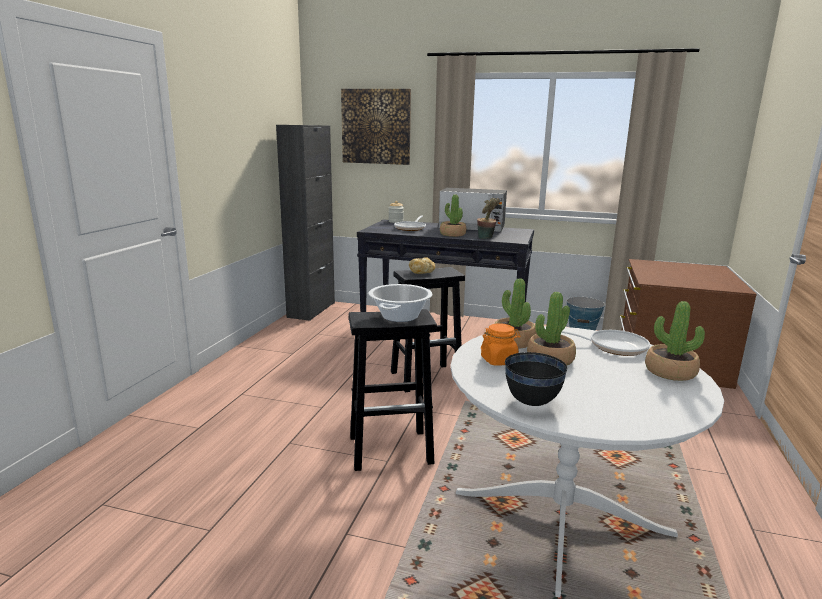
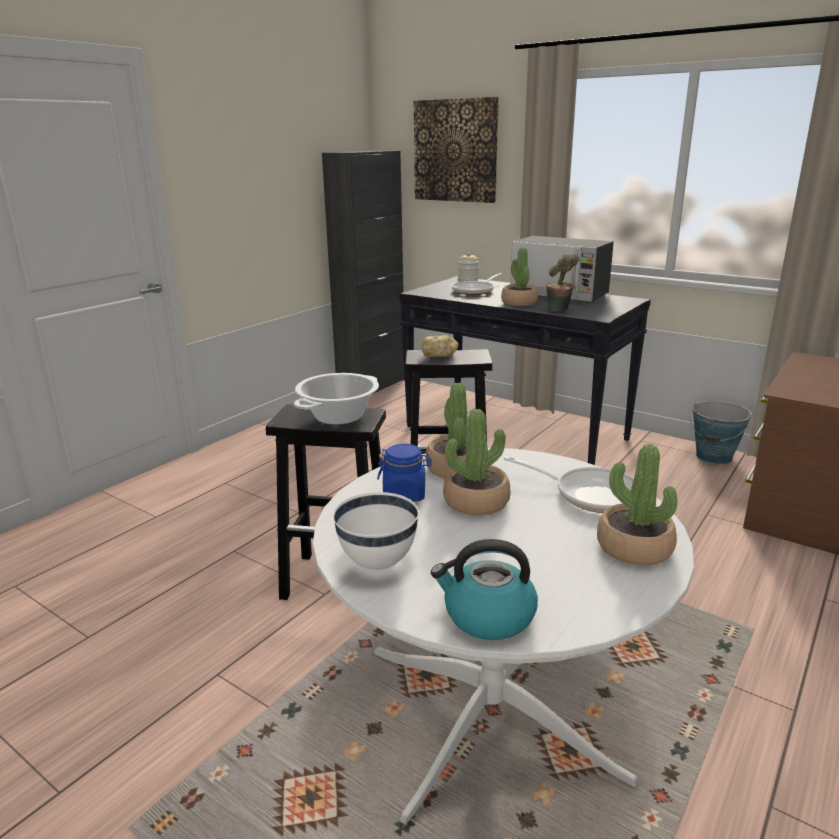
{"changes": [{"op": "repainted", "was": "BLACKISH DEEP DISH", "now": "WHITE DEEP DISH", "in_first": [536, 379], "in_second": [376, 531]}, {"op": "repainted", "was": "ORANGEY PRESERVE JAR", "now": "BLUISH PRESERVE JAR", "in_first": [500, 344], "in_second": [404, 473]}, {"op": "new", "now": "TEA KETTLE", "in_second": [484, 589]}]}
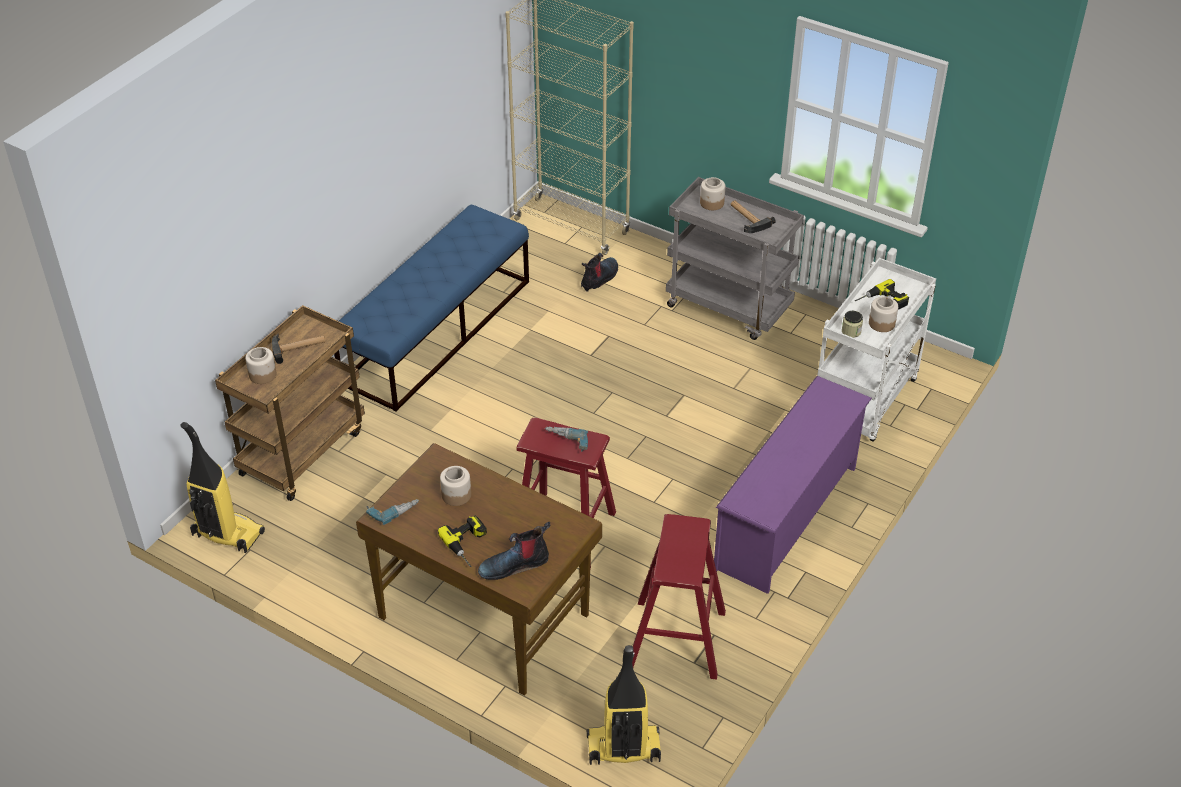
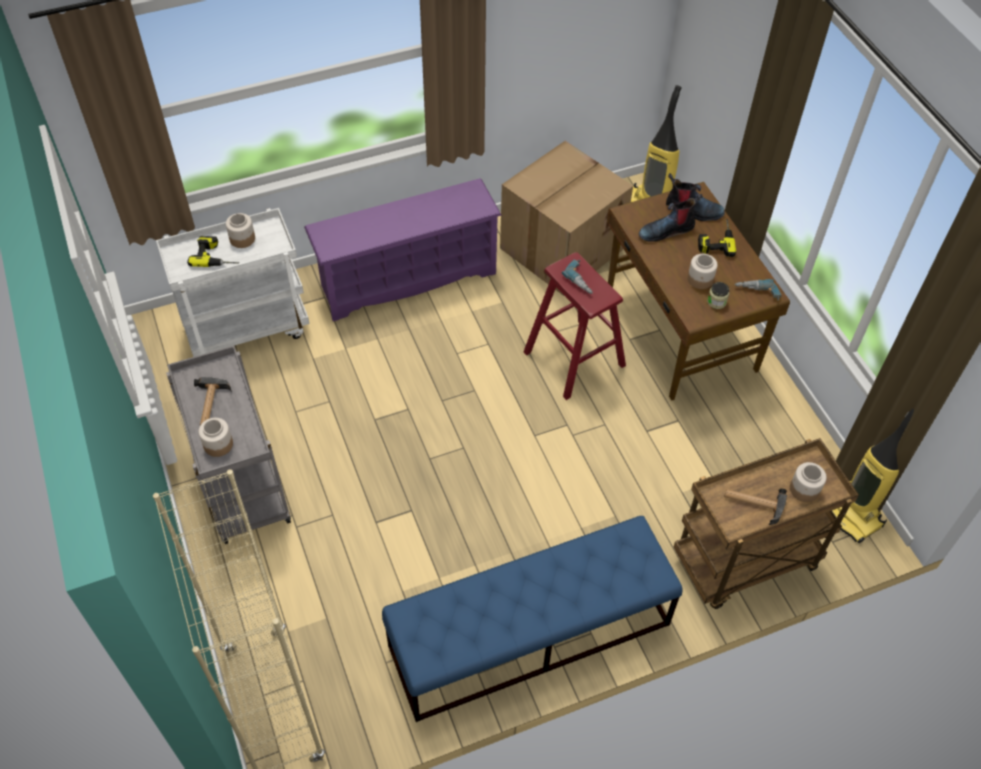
{"changes": [{"op": "swapped", "was": "RED STOOL SEAT", "now": "CARTON", "in_first": [679, 597], "in_second": [566, 218]}, {"op": "shifted", "was": "TALL BOOT", "in_first": [599, 272], "in_second": [671, 218]}, {"op": "shifted", "was": "PRESERVE JAR", "in_first": [852, 324], "in_second": [718, 295]}]}
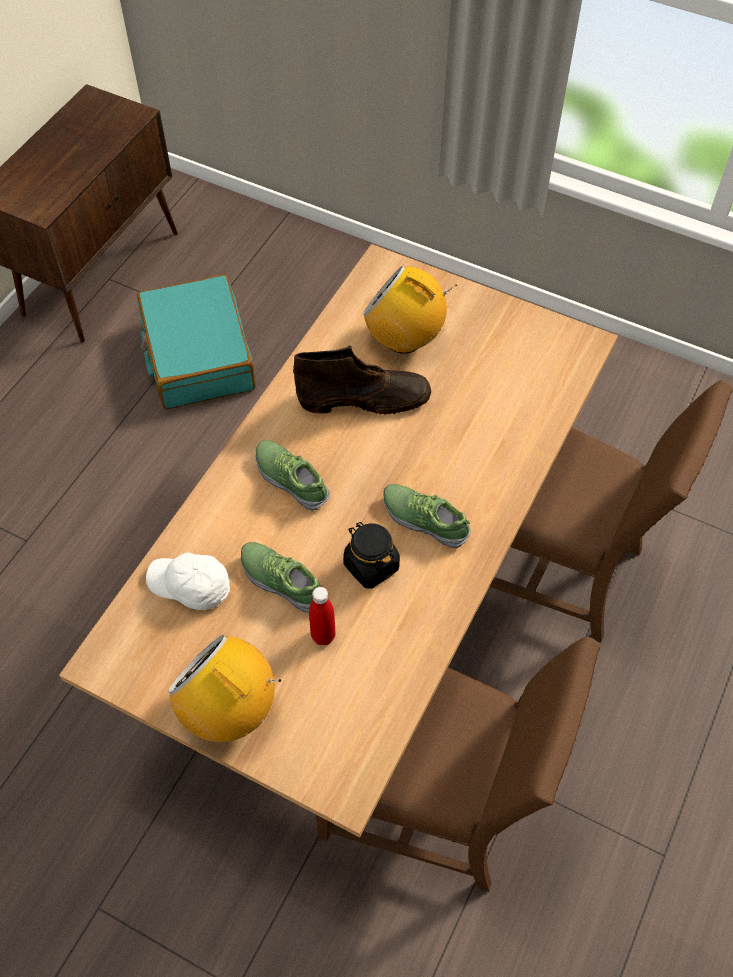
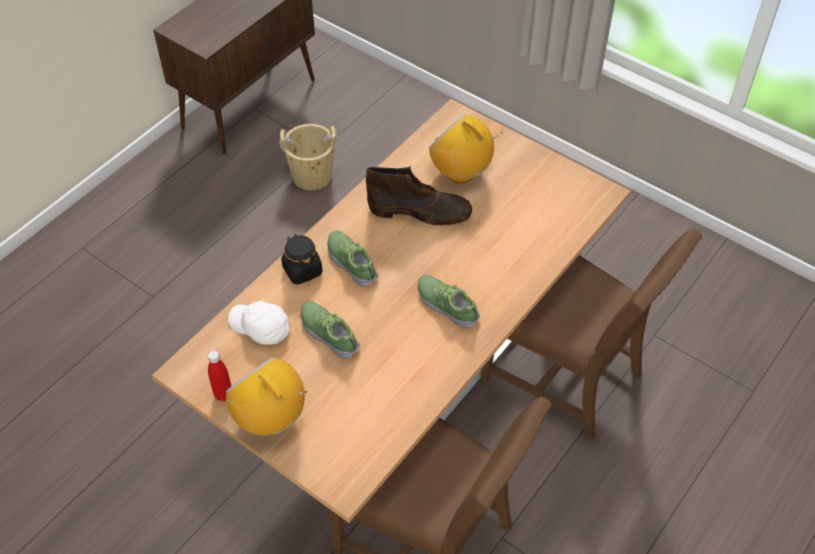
{"changes": [{"op": "shifted", "was": "RED DRINK BOTTLE", "in_first": [322, 616], "in_second": [219, 375]}, {"op": "swapped", "was": "TURQUOISE PIECE OF LUGGAGE", "now": "SAND-COLOURED BUCKET", "in_first": [196, 341], "in_second": [308, 157]}, {"op": "shifted", "was": "BLACKISH PRESERVE JAR", "in_first": [371, 555], "in_second": [302, 259]}]}
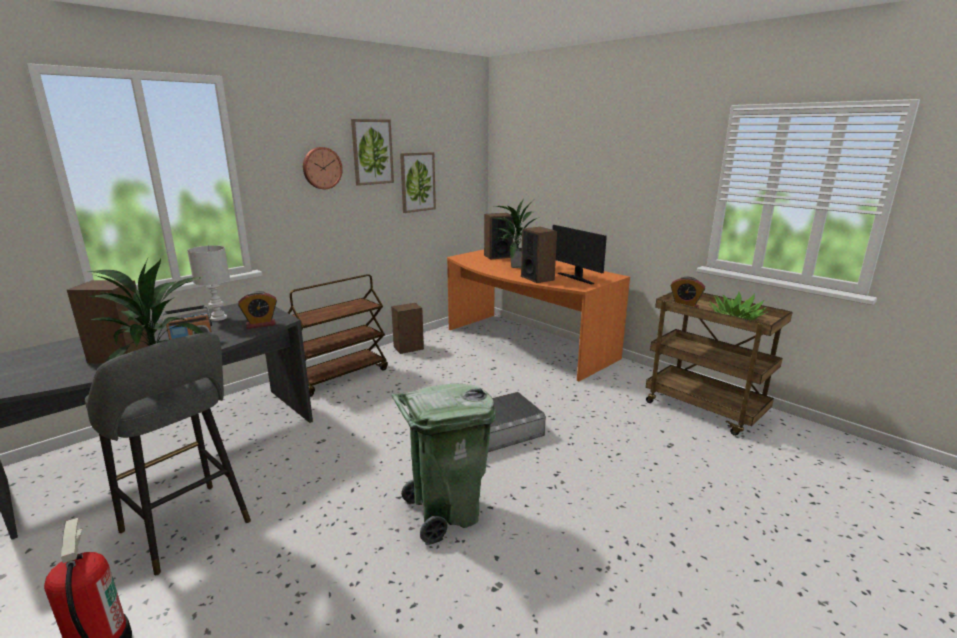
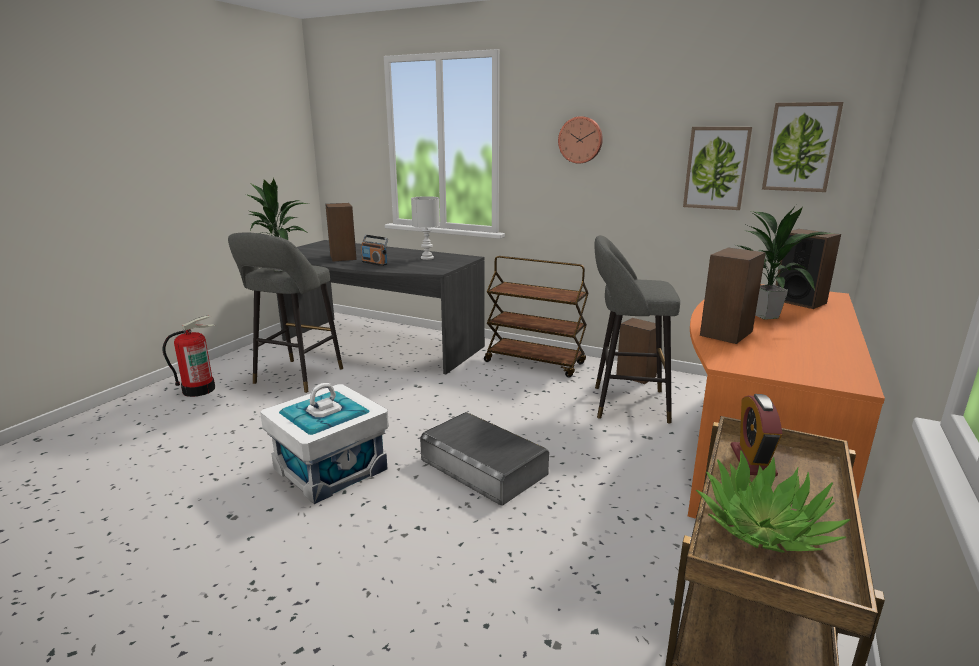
{"changes": [{"op": "swapped", "was": "GREEN WASTE BIN", "now": "WHITE STORAGE CONTAINER", "in_first": [444, 464], "in_second": [324, 443]}, {"op": "new", "now": "GRAY STOOL SEAT", "in_second": [637, 329]}, {"op": "shifted", "was": "WALL ART", "in_first": [372, 152], "in_second": [802, 147]}, {"op": "gone", "was": "ALARM CLOCK", "in_first": [257, 310]}, {"op": "gone", "was": "COMPUTER DISPLAY", "in_first": [579, 255]}]}
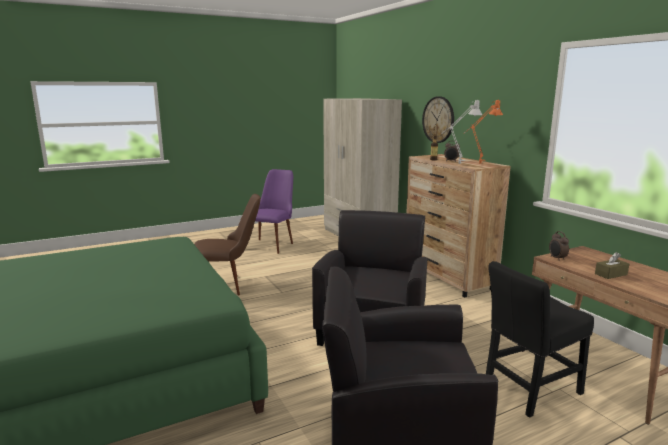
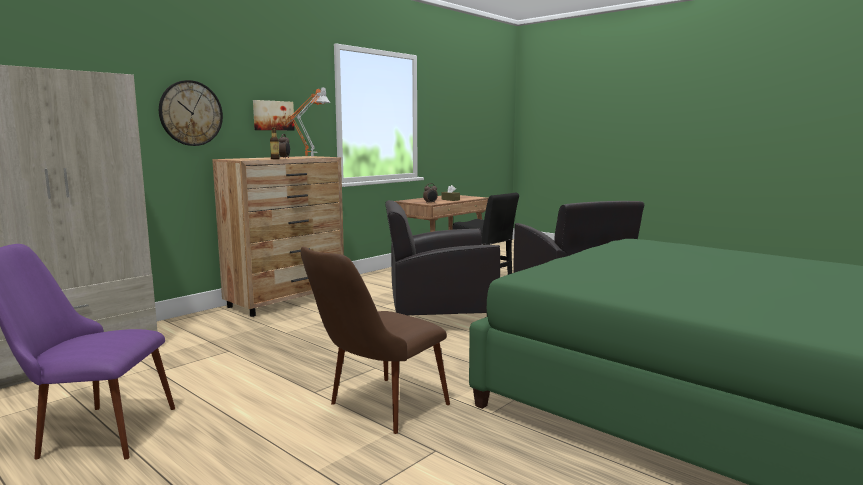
{"changes": [{"op": "new", "now": "WALL ART", "in_second": [274, 115]}, {"op": "rotated", "was": "BROWNISH PLAIN CHAIR", "in_first": [227, 244], "in_second": [375, 340], "clockwise": -105}]}
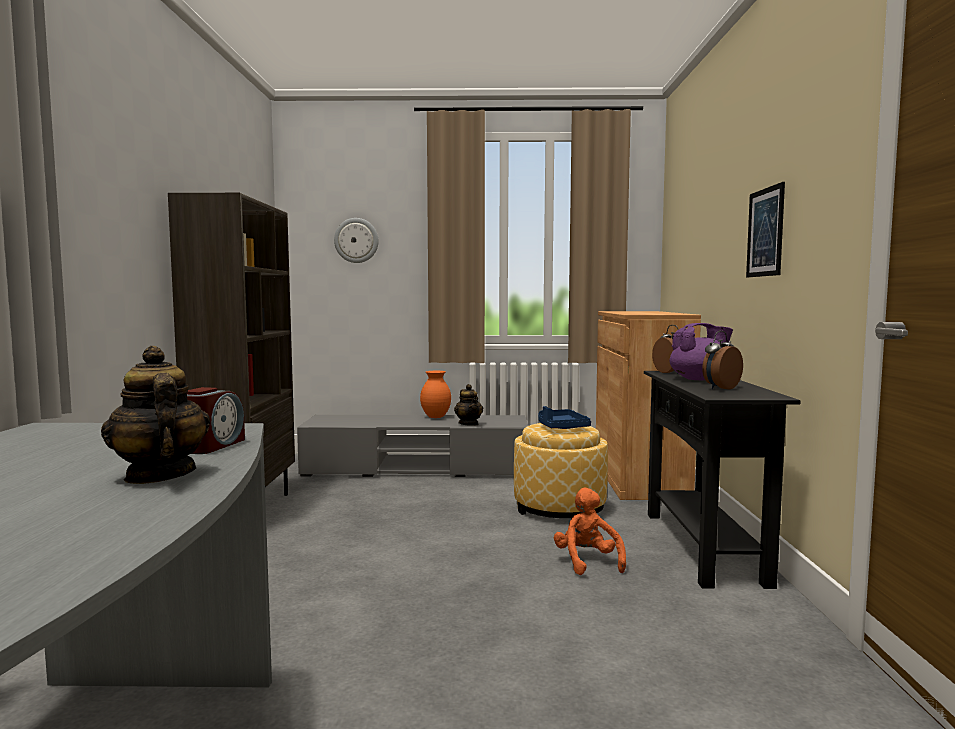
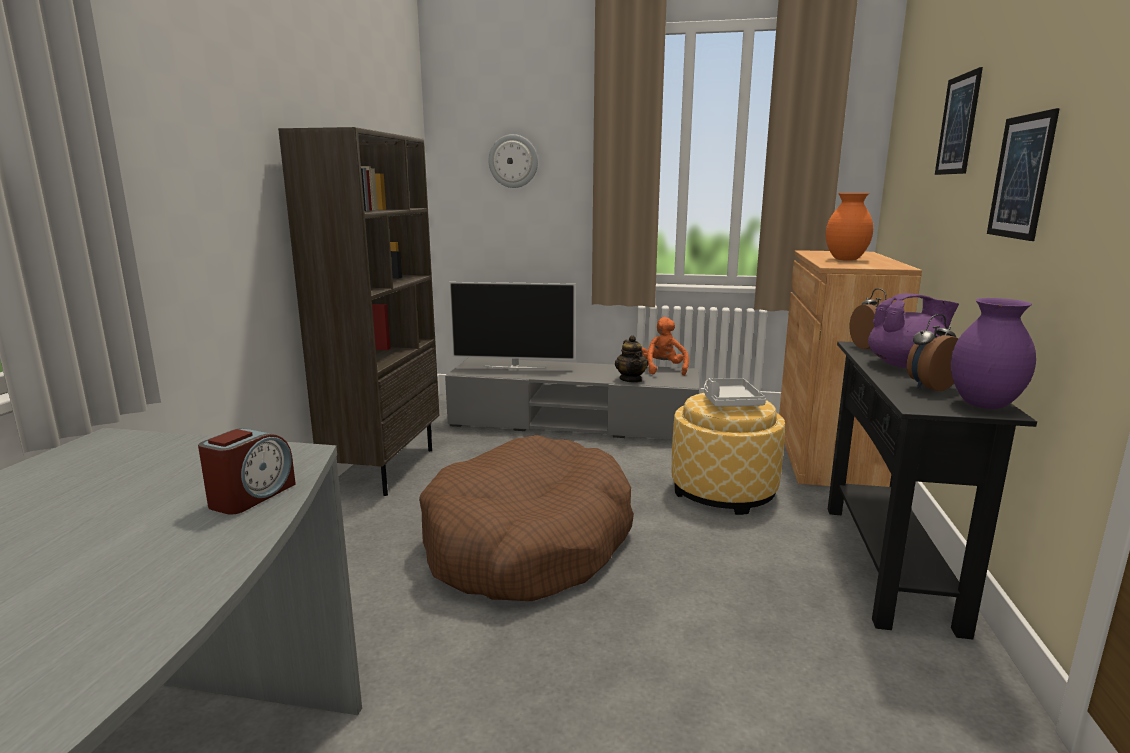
{"changes": [{"op": "new", "now": "BROWNISH DOG CUSHION", "in_second": [526, 518]}, {"op": "new", "now": "TV", "in_second": [512, 325]}, {"op": "shifted", "was": "ORANGEY CUDDLY TOY", "in_first": [590, 531], "in_second": [665, 346]}, {"op": "repainted", "was": "BLUISH SERVING TRAY", "now": "GRAY SERVING TRAY", "in_first": [564, 417], "in_second": [735, 392]}, {"op": "shifted", "was": "ORANGEY FLOWER VASE", "in_first": [435, 394], "in_second": [849, 227]}, {"op": "new", "now": "WALL ART", "in_second": [959, 121]}, {"op": "new", "now": "PURPLE-COLOURED FLOWER VASE", "in_second": [993, 353]}, {"op": "gone", "was": "TEAPOT", "in_first": [155, 415]}]}
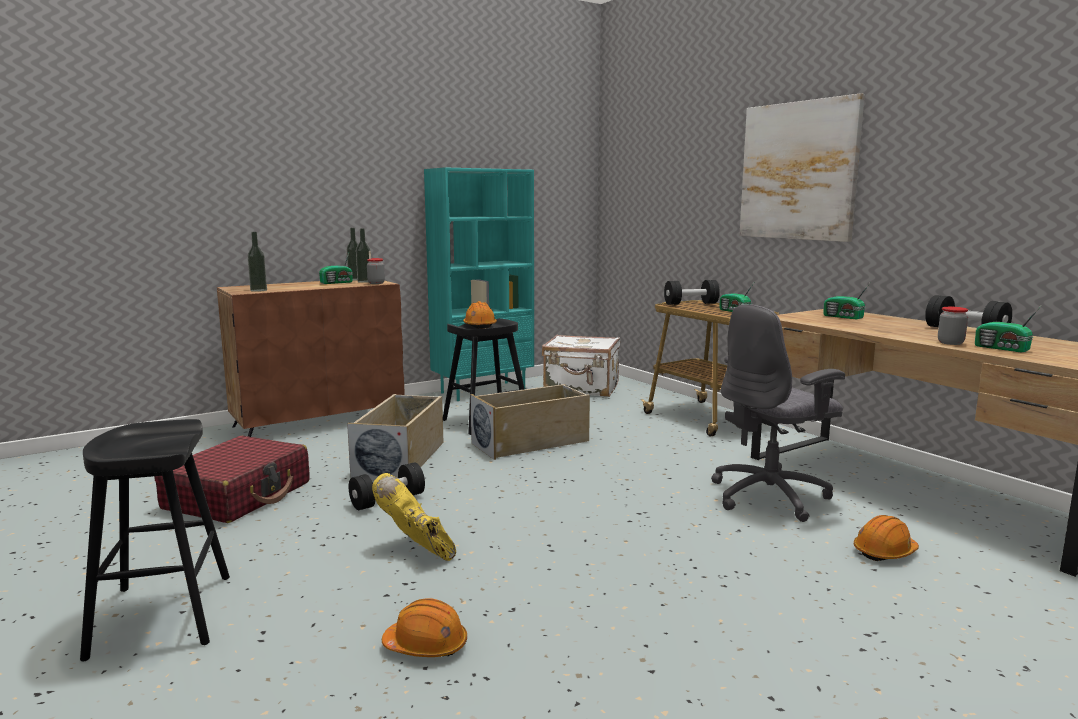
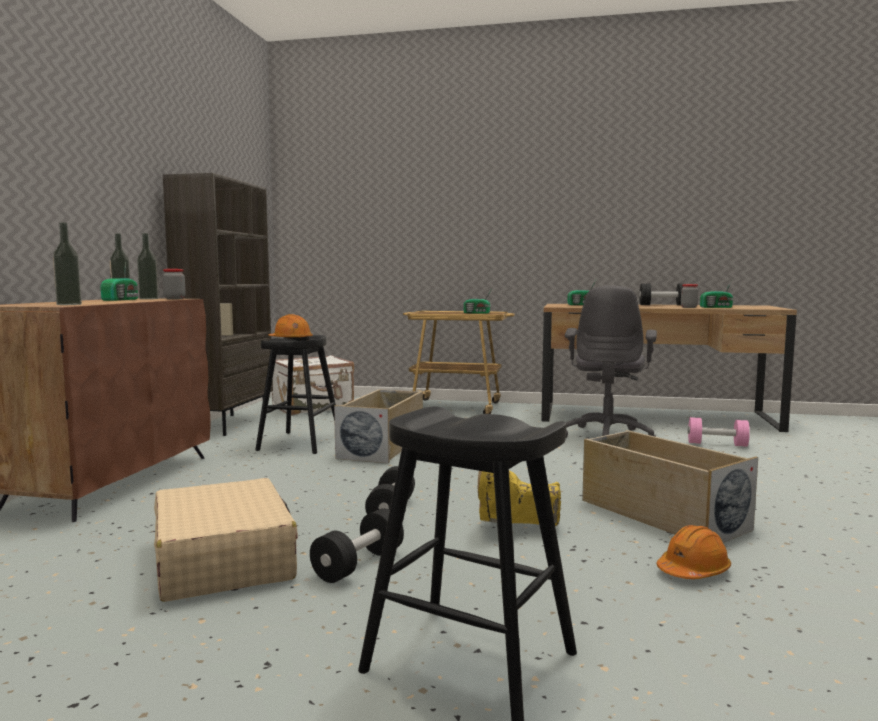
{"changes": [{"op": "repainted", "was": "RED PIECE OF LUGGAGE", "now": "SAND-COLOURED PIECE OF LUGGAGE", "in_first": [232, 479], "in_second": [226, 540]}, {"op": "repainted", "was": "TURQUOISE SHELVING UNIT", "now": "BROWNISH SHELVING UNIT", "in_first": [479, 284], "in_second": [218, 304]}, {"op": "shifted", "was": "BLACKISH FREE WEIGHT", "in_first": [692, 292], "in_second": [357, 545]}, {"op": "shifted", "was": "SAND-COLOURED STORAGE CONTAINER", "in_first": [395, 437], "in_second": [670, 486]}, {"op": "swapped", "was": "ORANGEY WORK HELMET", "now": "PINK FREE WEIGHT", "in_first": [886, 538], "in_second": [719, 432]}, {"op": "gone", "was": "WALL ART", "in_first": [802, 167]}]}
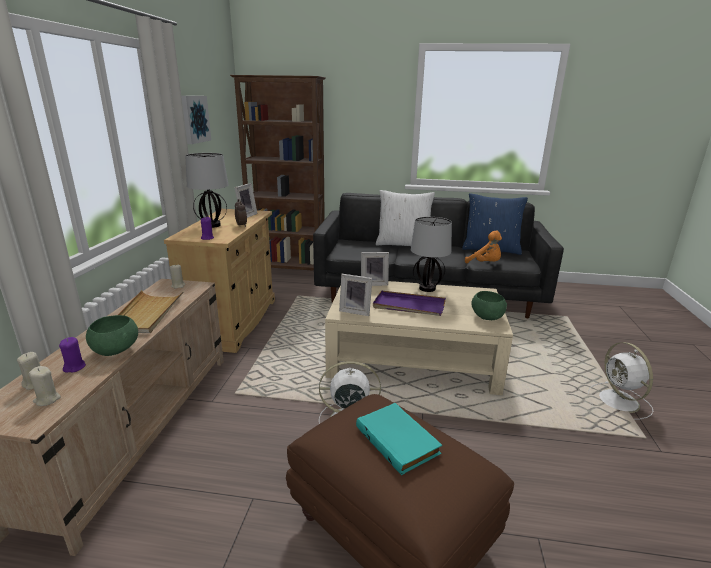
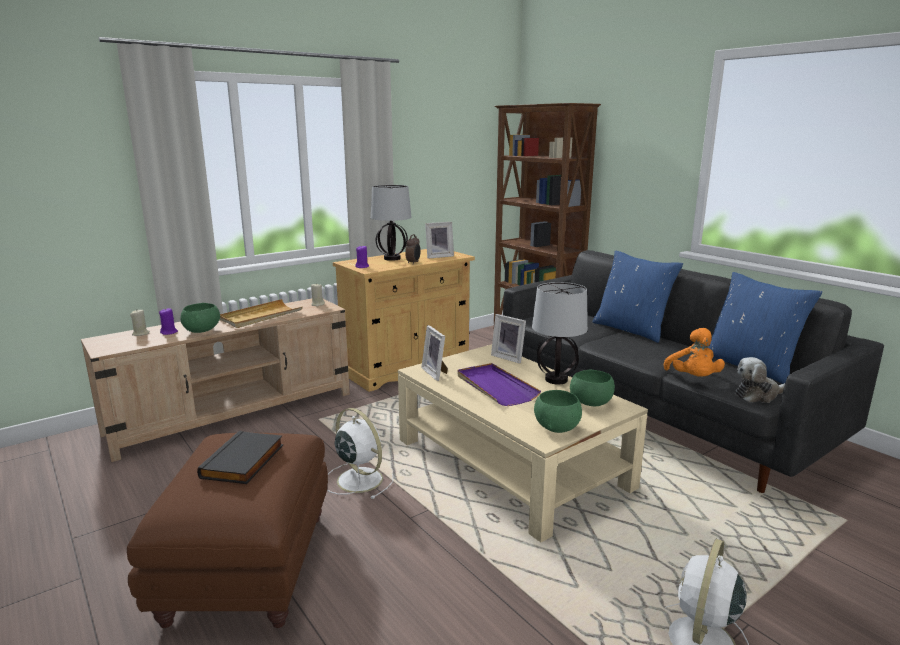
{"changes": [{"op": "repainted", "was": "TURQUOISE BOUND BOOK", "now": "BLACKISH BOUND BOOK", "in_first": [399, 439], "in_second": [240, 457]}, {"op": "new", "now": "GREEN DEEP DISH", "in_second": [592, 388]}, {"op": "repainted", "was": "WHITE THROW PILLOW", "now": "BLUISH THROW PILLOW", "in_first": [405, 218], "in_second": [638, 297]}, {"op": "new", "now": "CUDDLY TOY", "in_second": [760, 380]}, {"op": "gone", "was": "SAND-COLOURED WAX CANDLE", "in_first": [44, 386]}, {"op": "gone", "was": "WALL ART", "in_first": [196, 120]}]}
